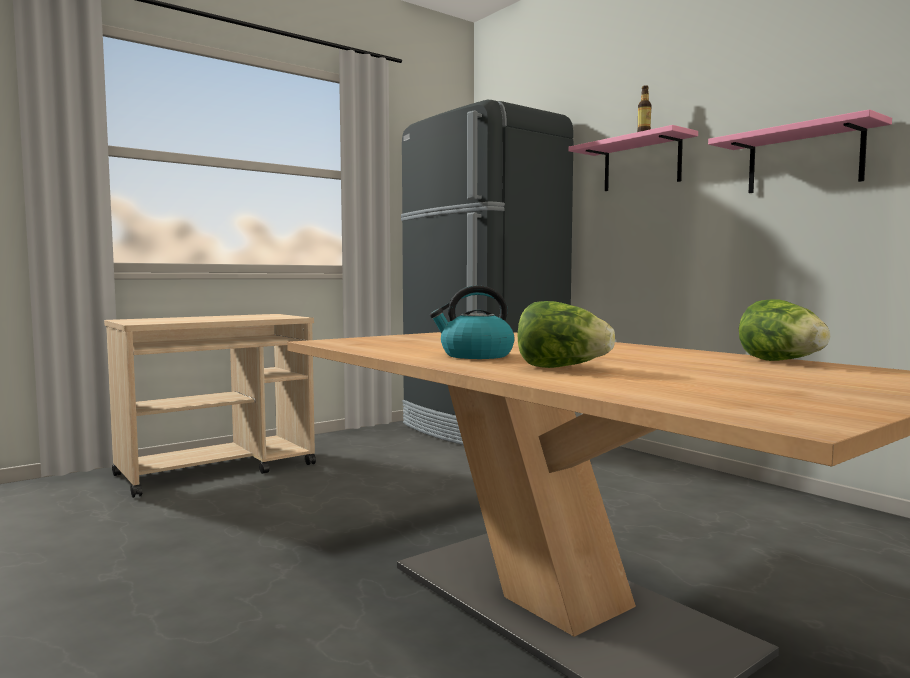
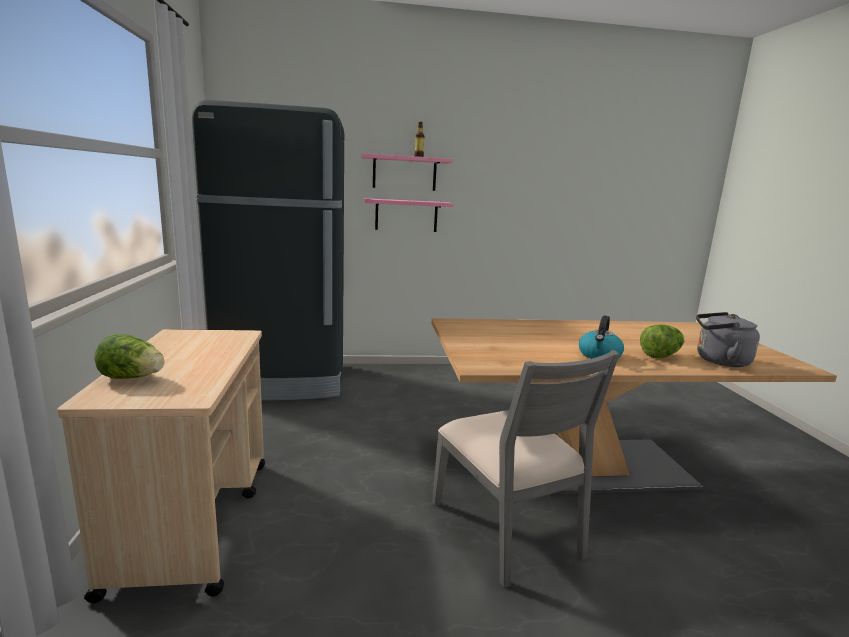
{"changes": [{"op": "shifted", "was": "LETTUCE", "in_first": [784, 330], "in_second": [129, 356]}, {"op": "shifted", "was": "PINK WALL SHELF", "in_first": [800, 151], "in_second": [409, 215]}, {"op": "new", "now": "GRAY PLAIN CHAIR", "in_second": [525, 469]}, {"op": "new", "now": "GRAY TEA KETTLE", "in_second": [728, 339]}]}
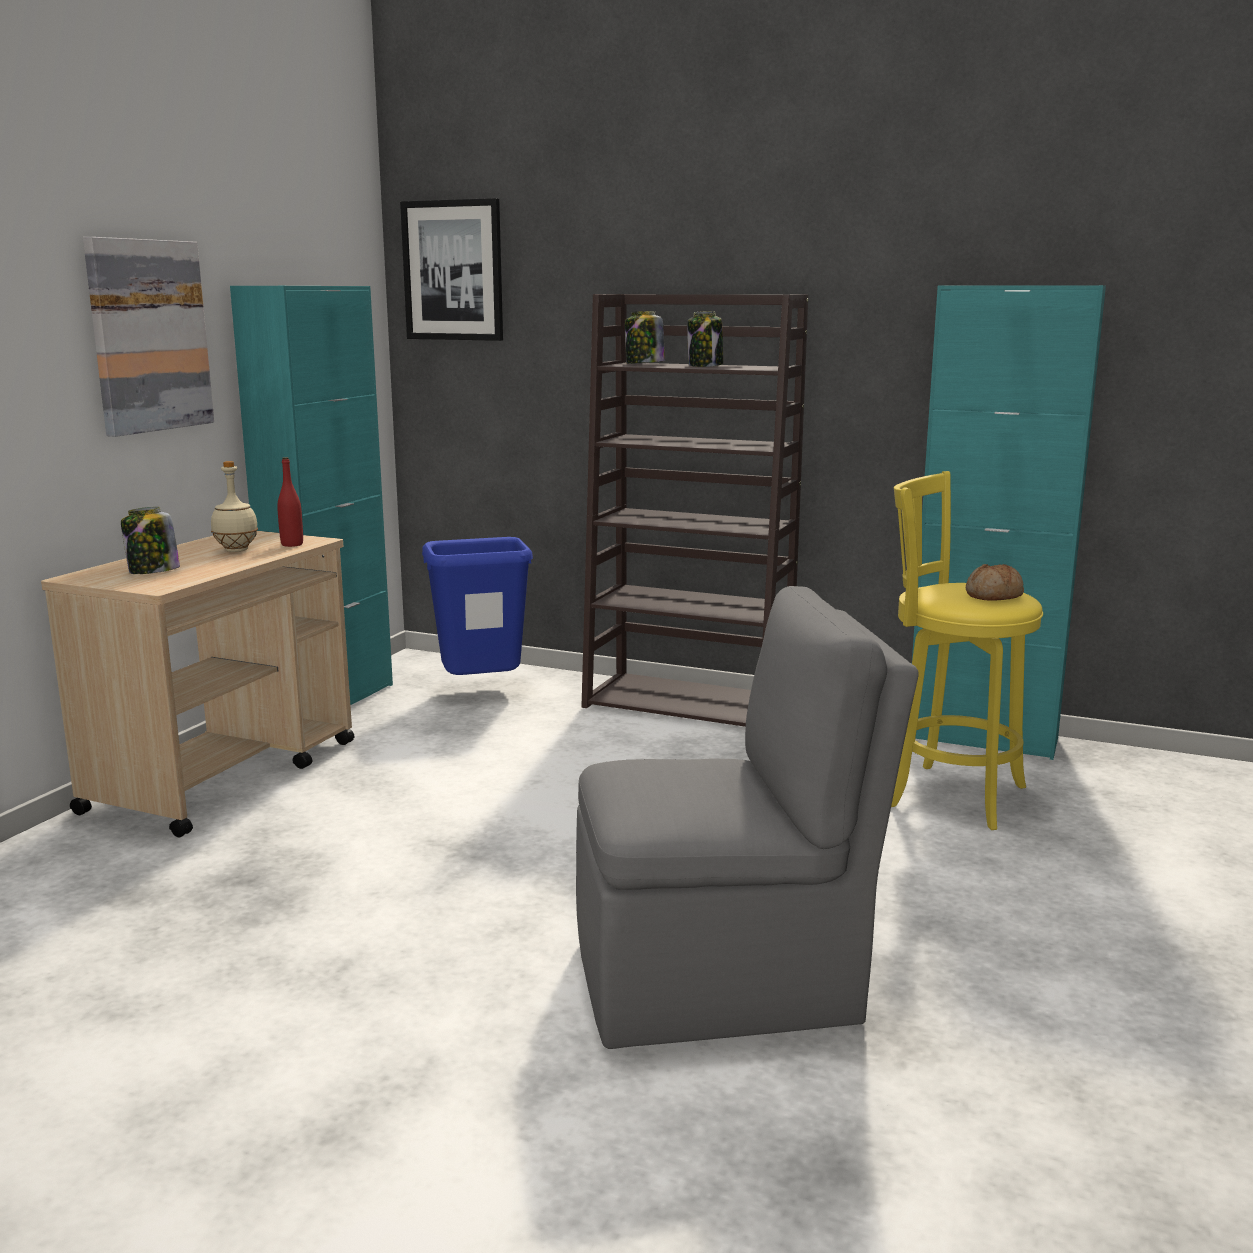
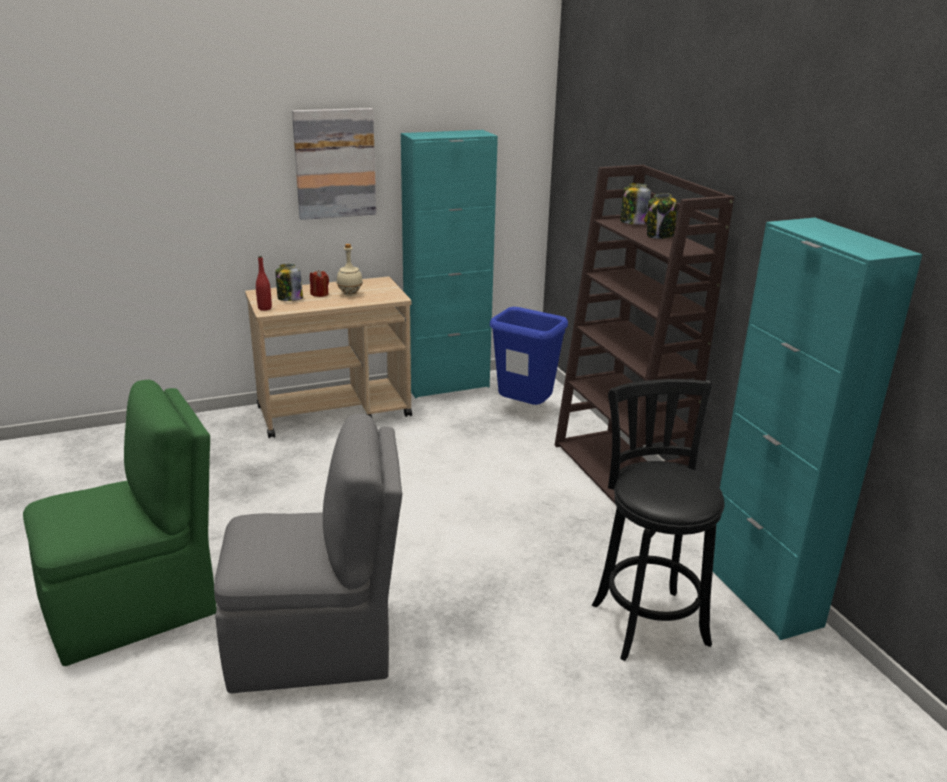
{"changes": [{"op": "new", "now": "GREEN PLAIN CHAIR", "in_second": [120, 523]}, {"op": "rotated", "was": "GRAY PLAIN CHAIR", "in_first": [747, 817], "in_second": [308, 553], "clockwise": -45}, {"op": "shifted", "was": "RED DRINK BOTTLE", "in_first": [290, 502], "in_second": [264, 283]}, {"op": "new", "now": "RED WAX CANDLE", "in_second": [319, 283]}, {"op": "repainted", "was": "YELLOWISH STOOL SEAT", "now": "BLACKISH STOOL SEAT", "in_first": [967, 650], "in_second": [658, 520]}, {"op": "gone", "was": "WALL ART", "in_first": [451, 269]}, {"op": "gone", "was": "BREAD", "in_first": [995, 582]}]}
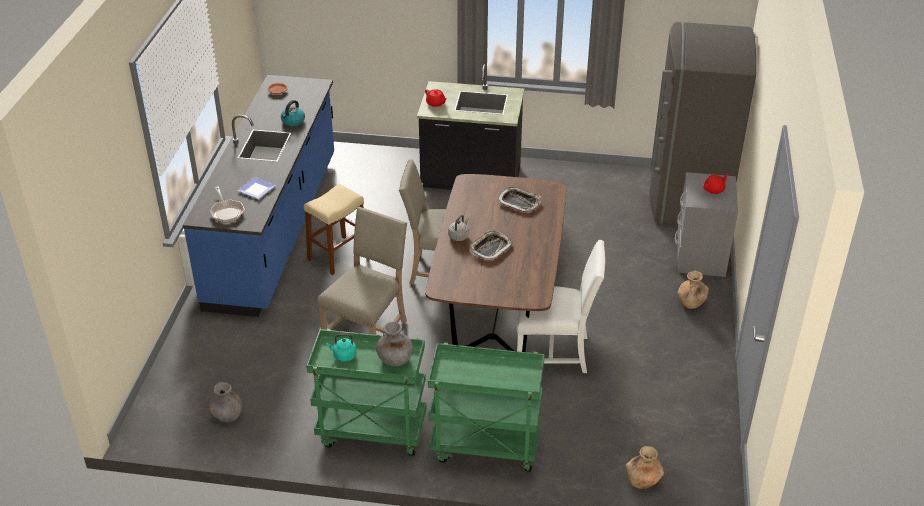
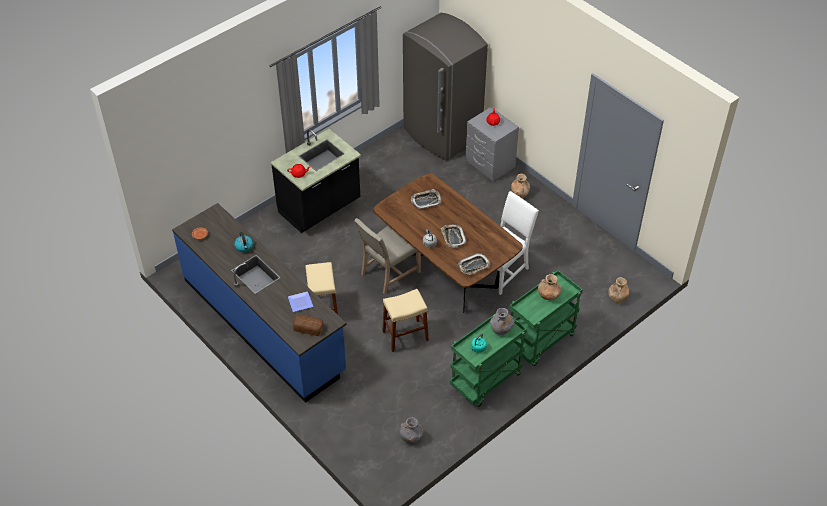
{"changes": [{"op": "swapped", "was": "FRYING PAN", "now": "BREAD", "in_first": [227, 204], "in_second": [308, 325]}, {"op": "swapped", "was": "SAND-COLOURED PLAIN CHAIR", "now": "SAND-COLOURED STOOL SEAT", "in_first": [362, 271], "in_second": [405, 320]}, {"op": "new", "now": "SERVING TRAY", "in_second": [474, 264]}, {"op": "new", "now": "BROWNISH FLOWER VASE", "in_second": [549, 287]}]}
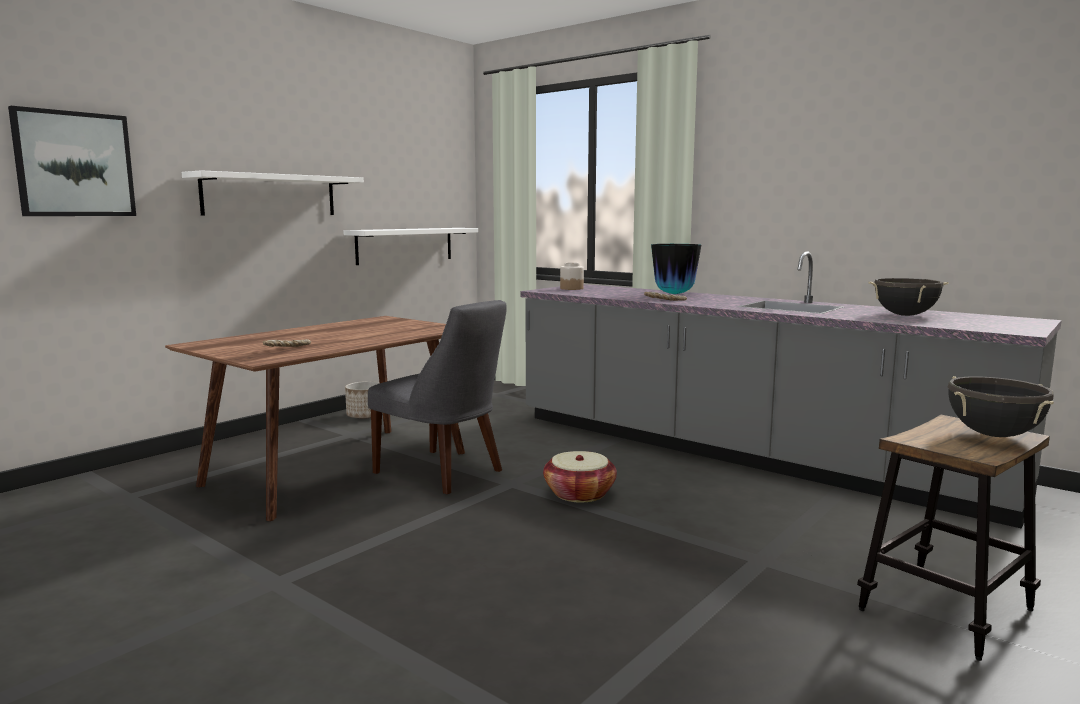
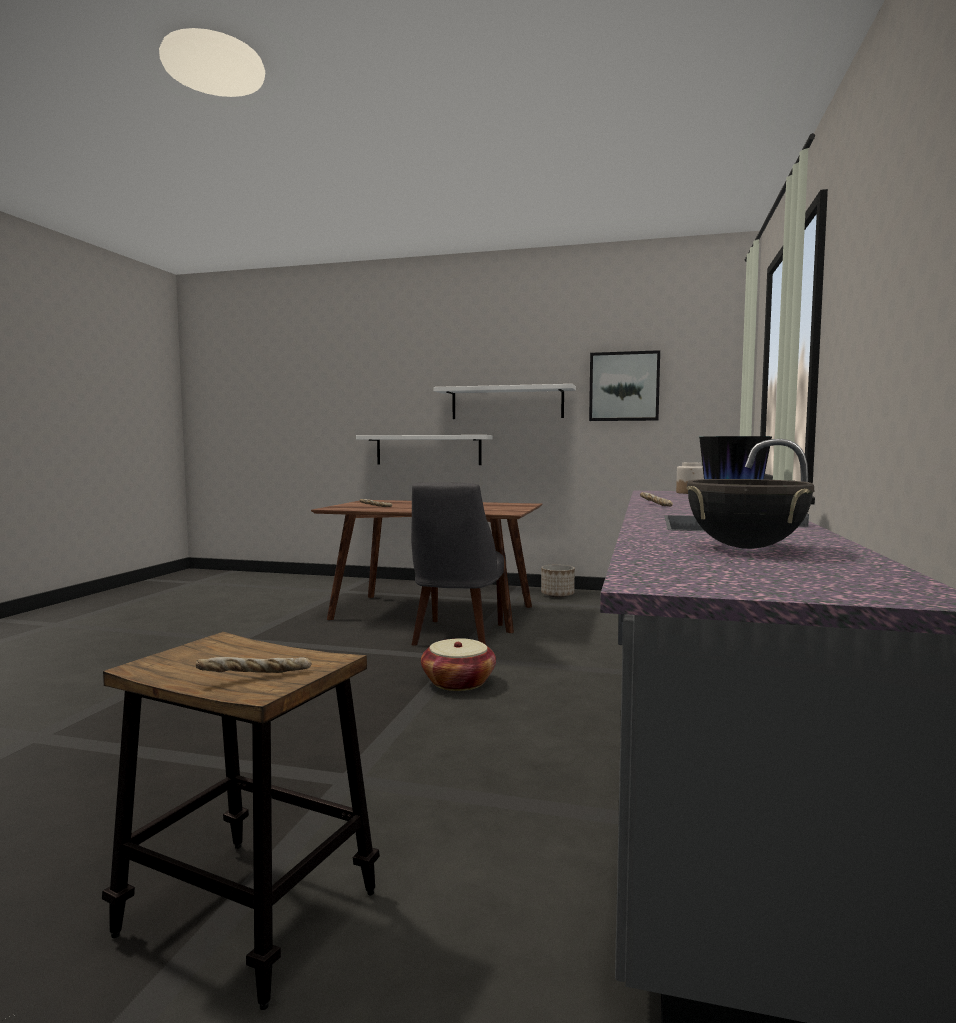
{"changes": [{"op": "swapped", "was": "BLACKISH SAUCEPOT", "now": "BREAD", "in_first": [1001, 406], "in_second": [254, 665]}, {"op": "shifted", "was": "WHITE WALL SHELF", "in_first": [411, 246], "in_second": [424, 450]}, {"op": "shifted", "was": "WALL ART", "in_first": [72, 161], "in_second": [624, 385]}]}
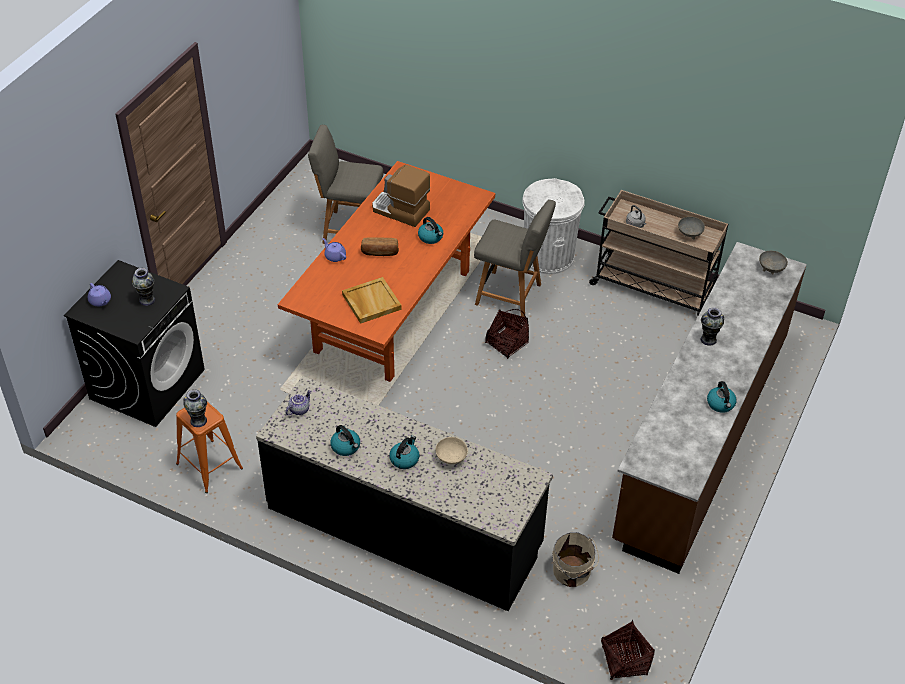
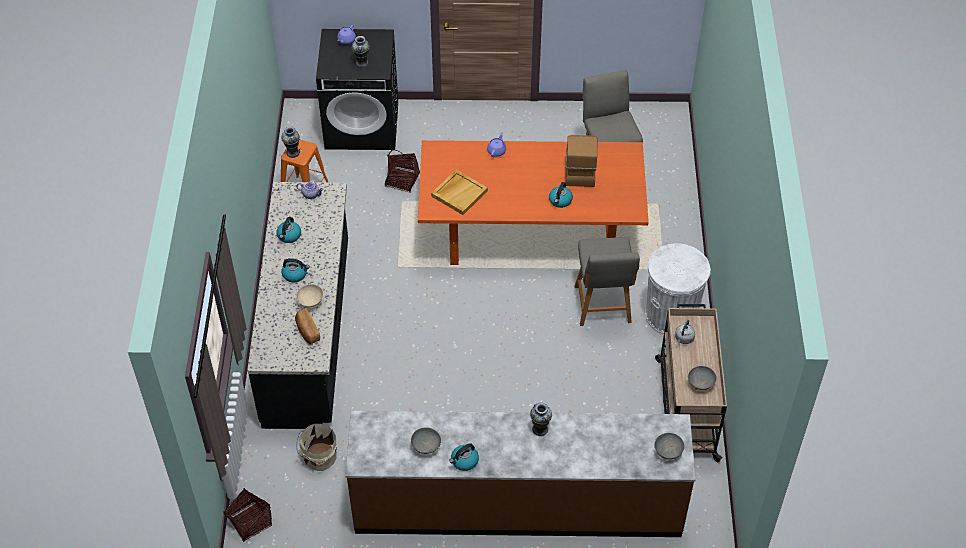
{"changes": [{"op": "shifted", "was": "BREAD", "in_first": [380, 246], "in_second": [307, 326]}, {"op": "shifted", "was": "HOUSEHOLD BASKET", "in_first": [507, 334], "in_second": [402, 171]}, {"op": "new", "now": "GRAY DEEP DISH", "in_second": [426, 440]}]}
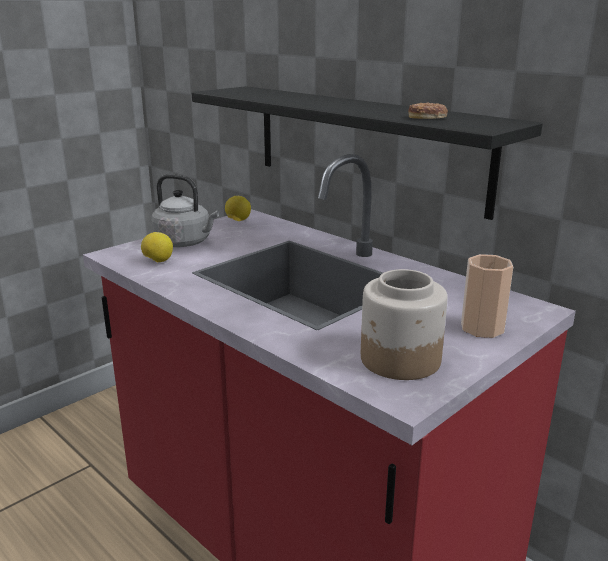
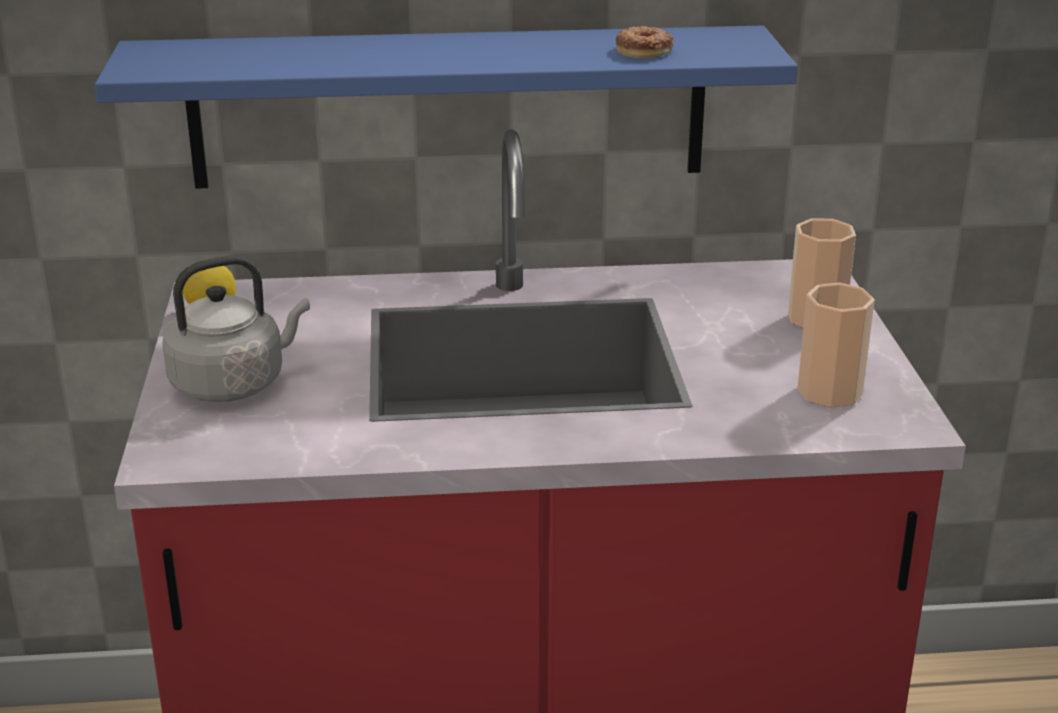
{"changes": [{"op": "repainted", "was": "BLACKISH WALL SHELF", "now": "BLUISH WALL SHELF", "in_first": [367, 153], "in_second": [446, 107]}, {"op": "swapped", "was": "PRESERVE JAR", "now": "CUP", "in_first": [404, 324], "in_second": [836, 345]}, {"op": "gone", "was": "LEMON", "in_first": [157, 247]}]}
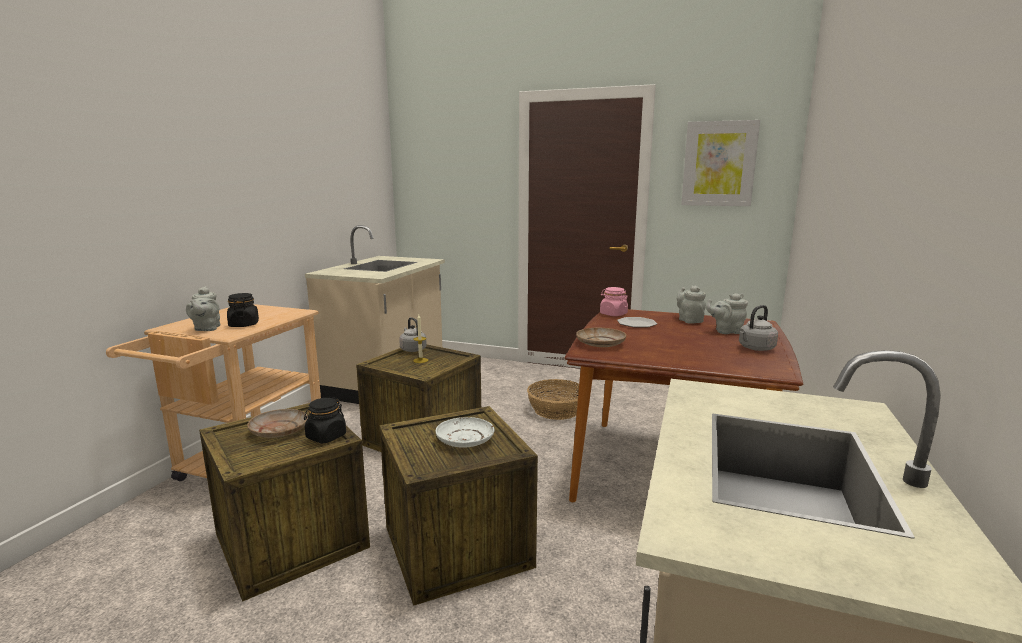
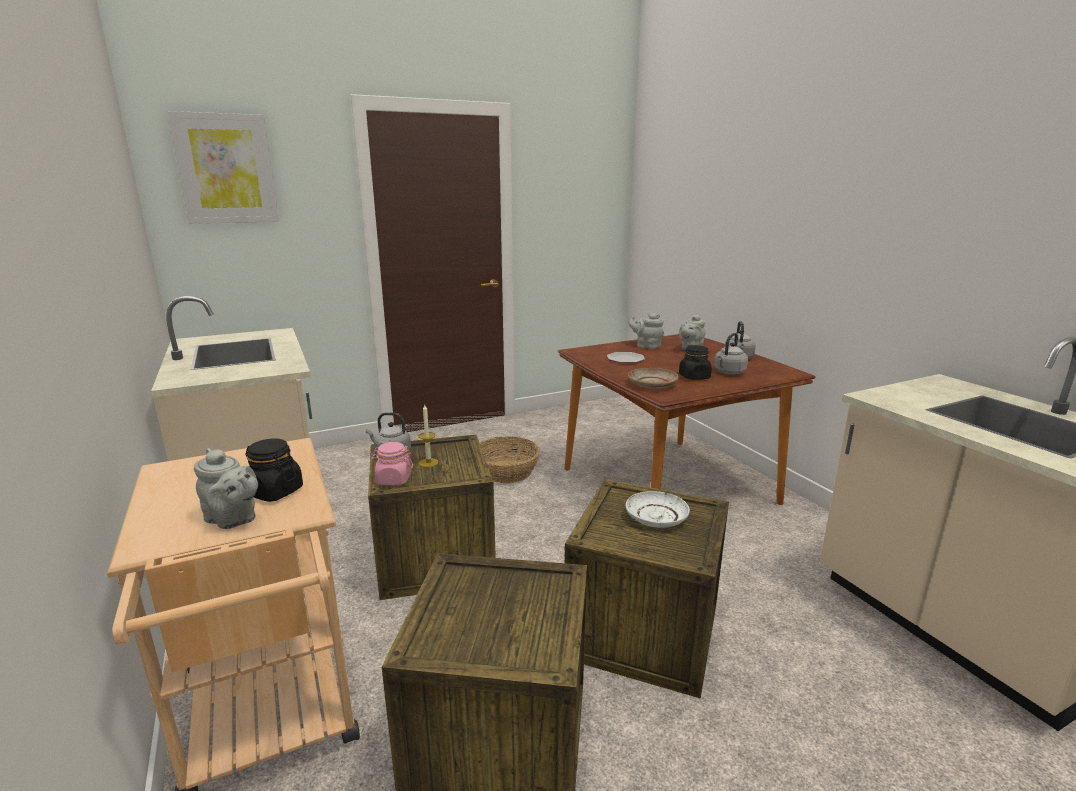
{"changes": [{"op": "shifted", "was": "WALL ART", "in_first": [720, 163], "in_second": [223, 167]}, {"op": "shifted", "was": "PINK PRESERVE JAR", "in_first": [614, 301], "in_second": [391, 463]}, {"op": "shifted", "was": "BLACKISH PRESERVE JAR", "in_first": [325, 420], "in_second": [695, 362]}, {"op": "new", "now": "GRAY TEA KETTLE", "in_second": [731, 354]}, {"op": "gone", "was": "SAND-COLOURED DINNER PLATE", "in_first": [277, 423]}]}
